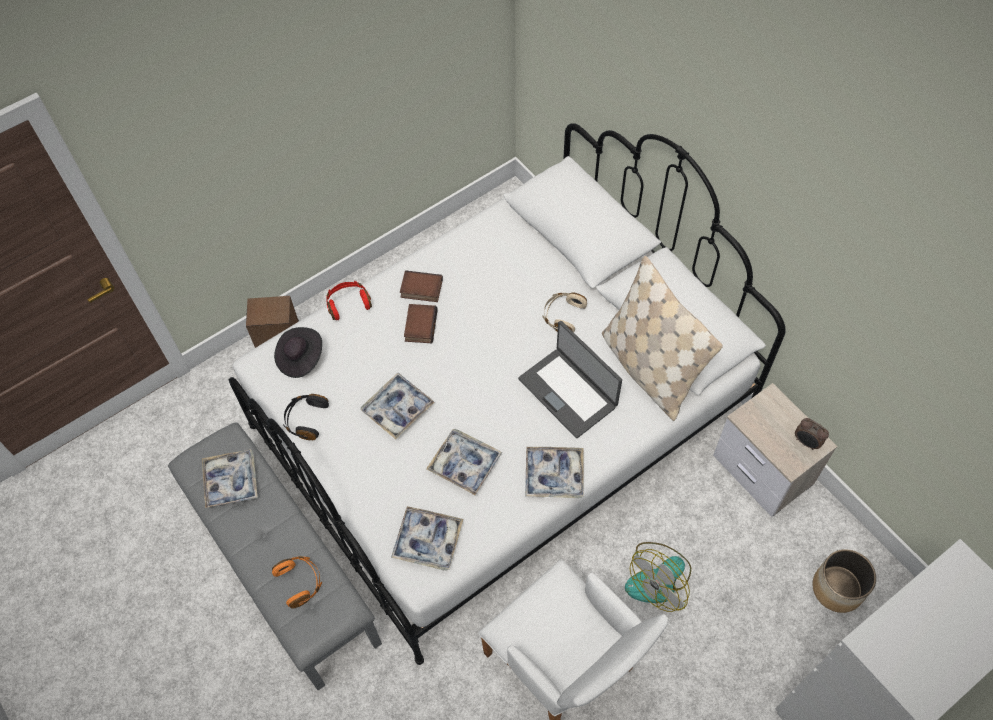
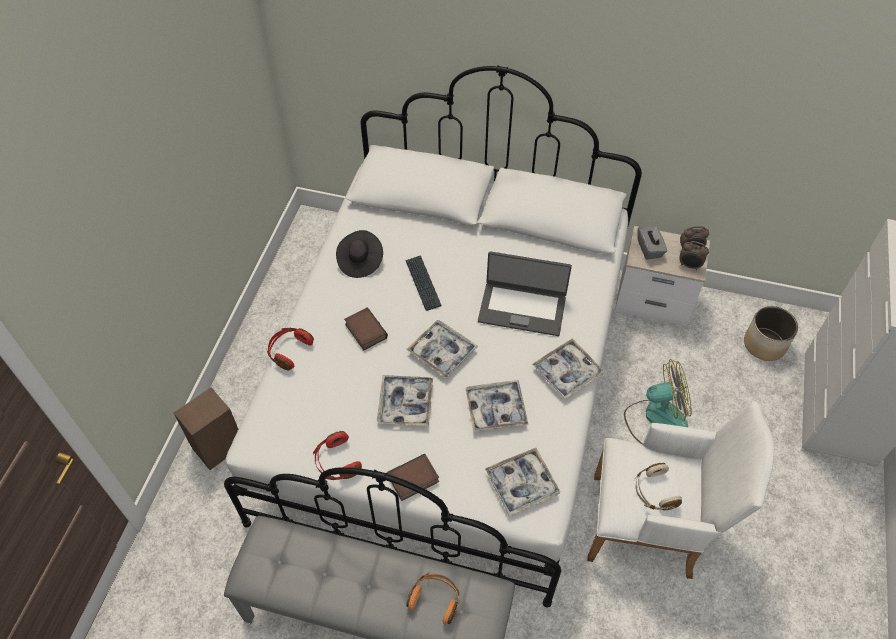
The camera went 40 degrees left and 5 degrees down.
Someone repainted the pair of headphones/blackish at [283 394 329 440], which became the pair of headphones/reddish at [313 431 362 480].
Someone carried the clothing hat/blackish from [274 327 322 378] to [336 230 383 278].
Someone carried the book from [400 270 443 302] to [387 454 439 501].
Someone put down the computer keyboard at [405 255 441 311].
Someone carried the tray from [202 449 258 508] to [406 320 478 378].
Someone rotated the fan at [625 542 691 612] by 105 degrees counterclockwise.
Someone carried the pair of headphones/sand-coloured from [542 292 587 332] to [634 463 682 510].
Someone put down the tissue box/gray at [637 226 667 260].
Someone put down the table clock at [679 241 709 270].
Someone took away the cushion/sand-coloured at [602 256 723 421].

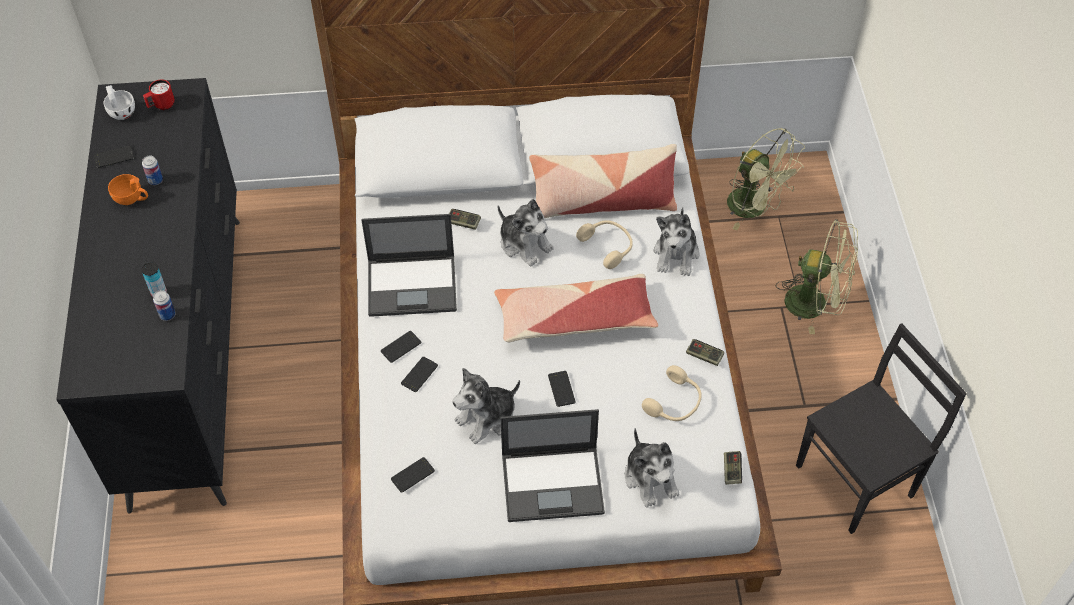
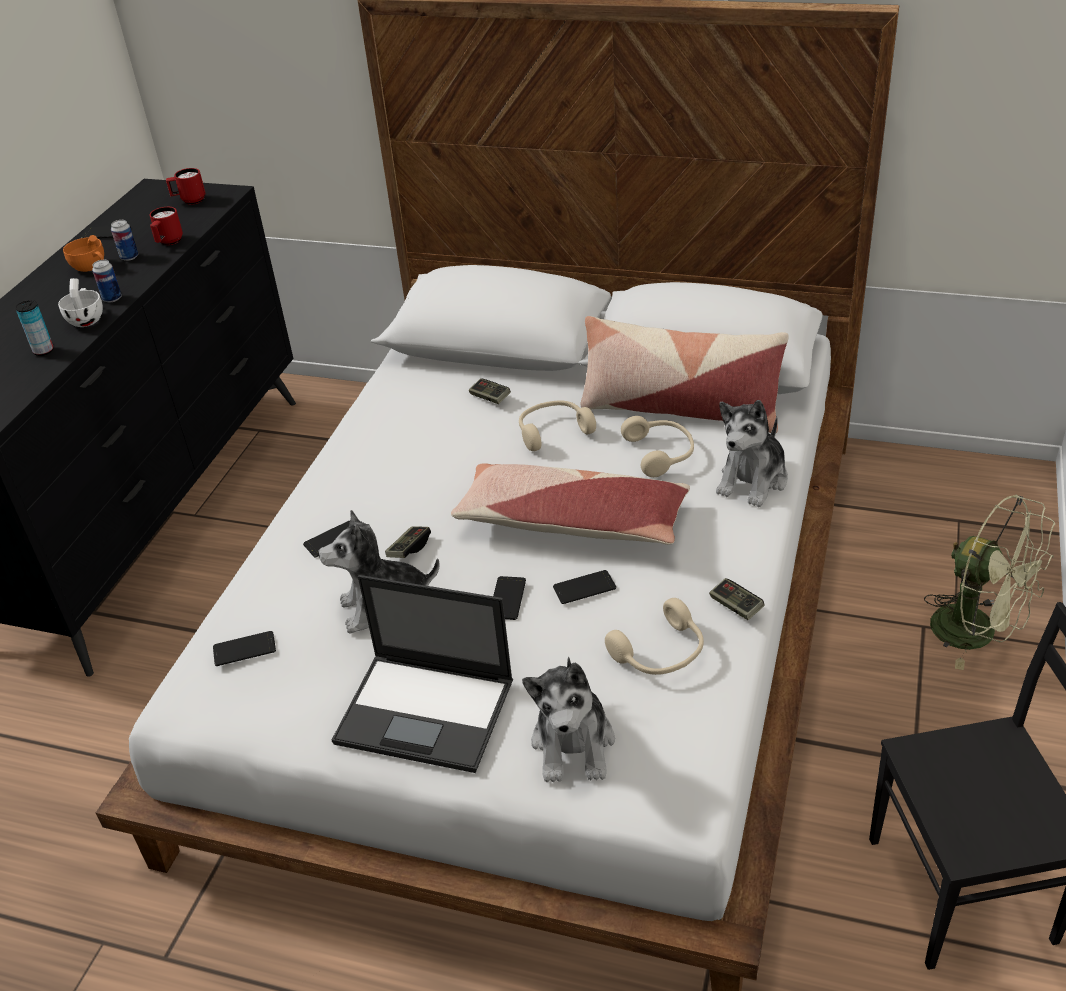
The camera went 25 degrees right and 15 degrees down.
Someone carried the cup/whitish from [104 85 135 120] to [58 278 103 327].
Someone carried the can from [153 290 176 321] to [92 260 122 302].
Someone put down the tea mug/reddish at [149 207 183 245].
Someone carried the gamepad from [724 451 742 485] to [385 526 431 558].
Someone swapped the soft toy at [498 199 554 267] for the pair of headphones/sand-coloured at [519 400 596 451].
Someone carried the handset from [381 331 421 363] to [553 570 616 604].
Someone took away the laptop at [361 214 457 317].
Someone took away the fan/green at [727 128 805 230].

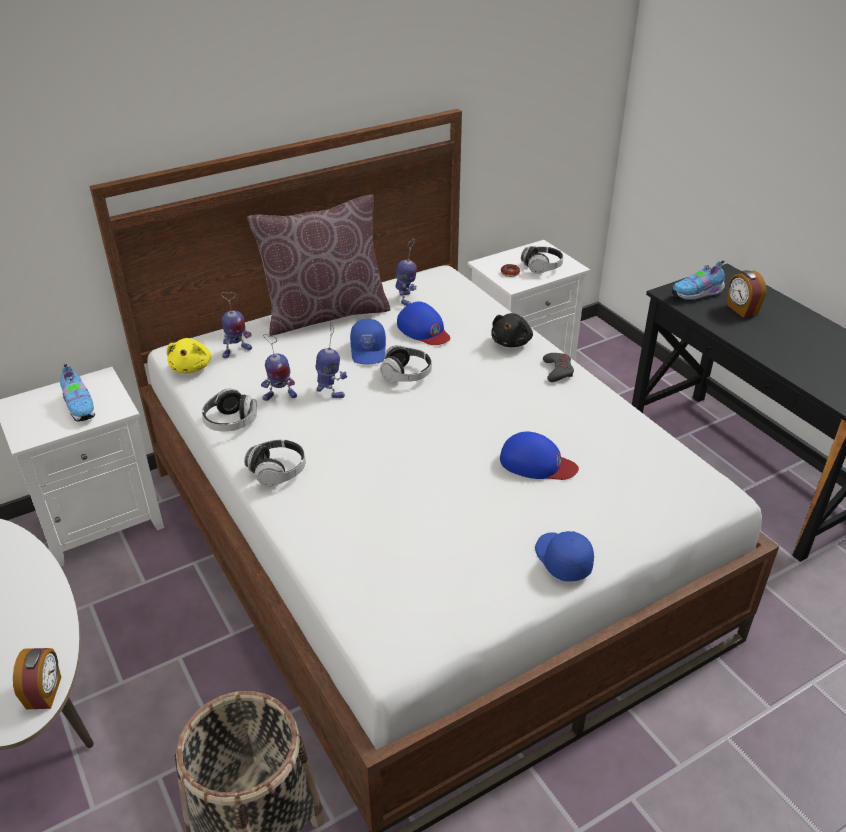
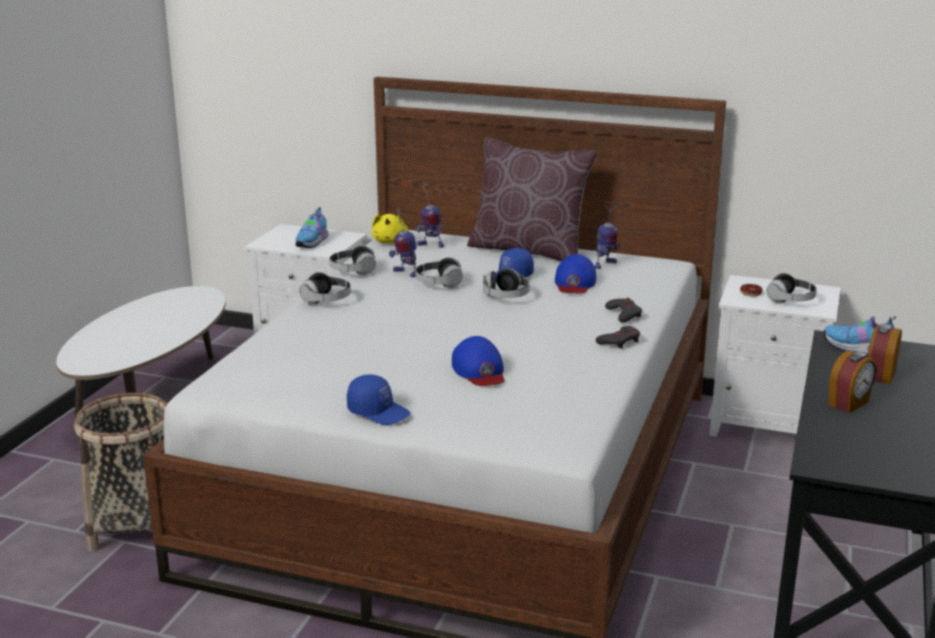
The camera went 50 degrees right and 15 degrees down.
Someone rotated the peaked cap/blue-coloured at [535 531 594 582] by 90 degrees clockwise.
Someone rotated the soft toy/yellow at [166 338 212 374] by 45 degrees counterclockwise.
Someone swapped the model robot at [315 322 347 398] for the pair of headphones at [415 257 463 288].
Someone swapped the soft toy/blackish at [491 313 533 347] for the gamepad/gray at [605 298 642 322].
Someone carried the table clock from [13 648 61 709] to [829 351 876 413].

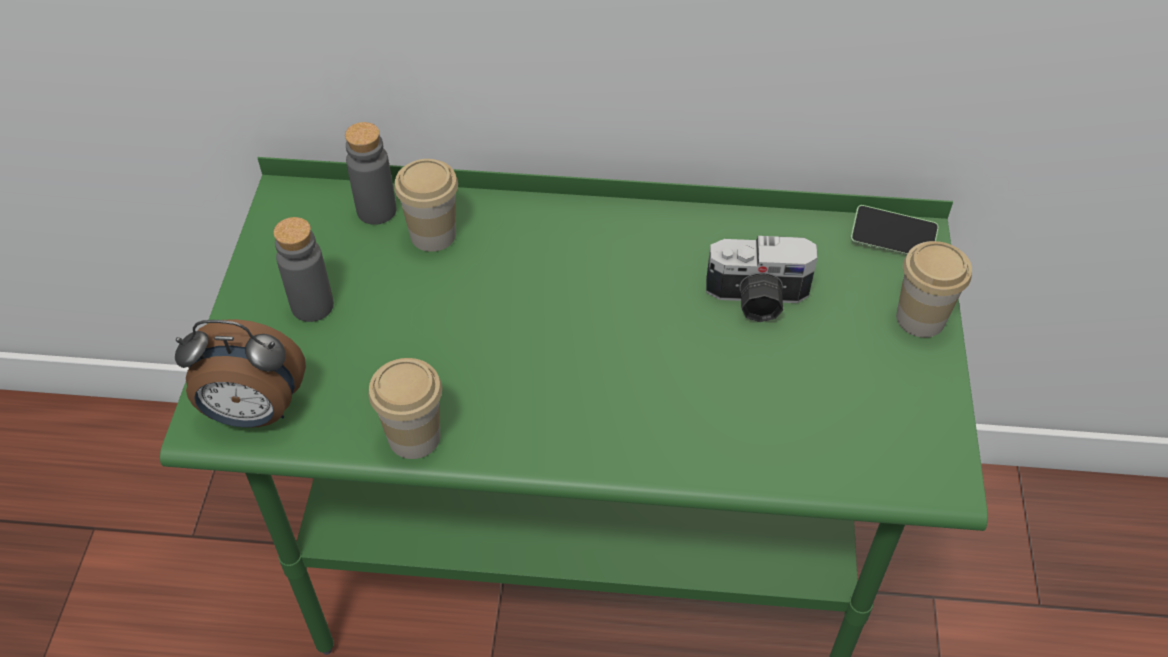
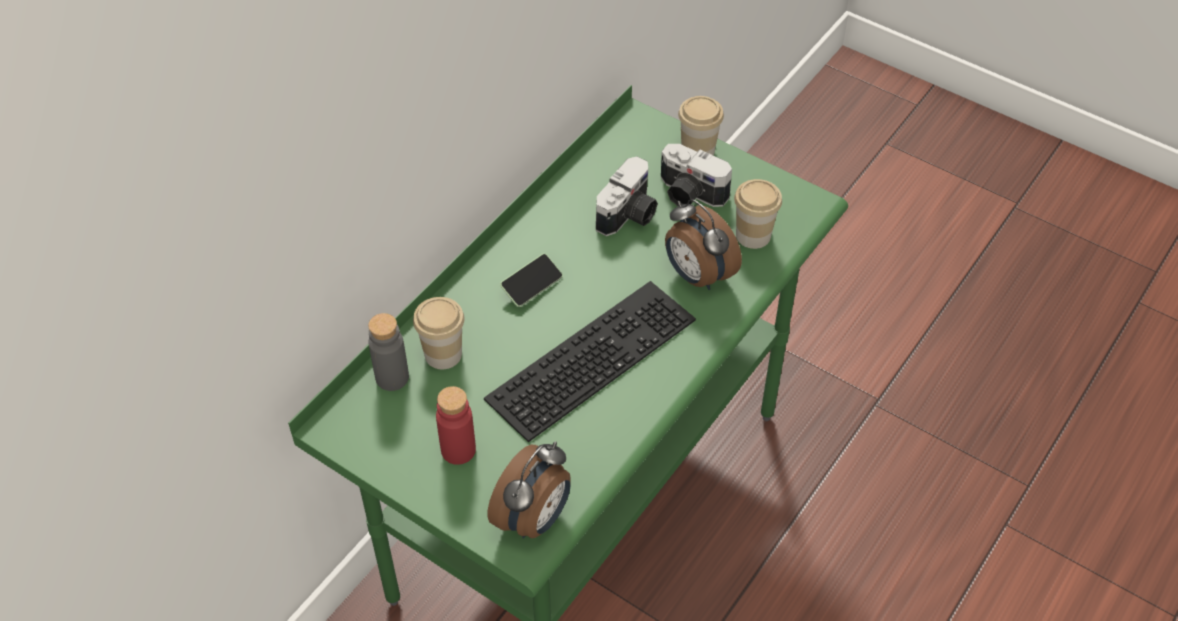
The camera went 60 degrees left and 0 degrees up.
Someone repainted the bottle/gray at [273 217 334 322], which became the bottle/reddish at [436 386 476 465].
Someone put down the computer keyboard at [484 281 696 442].
Someone carried the handset from [851 205 939 255] to [500 254 563 307].
Someone put down the photo camera at [661 144 732 207].
Someone put down the table clock at [665 199 742 290].
Someone carried the cup from [369 358 442 459] to [734 179 782 249].

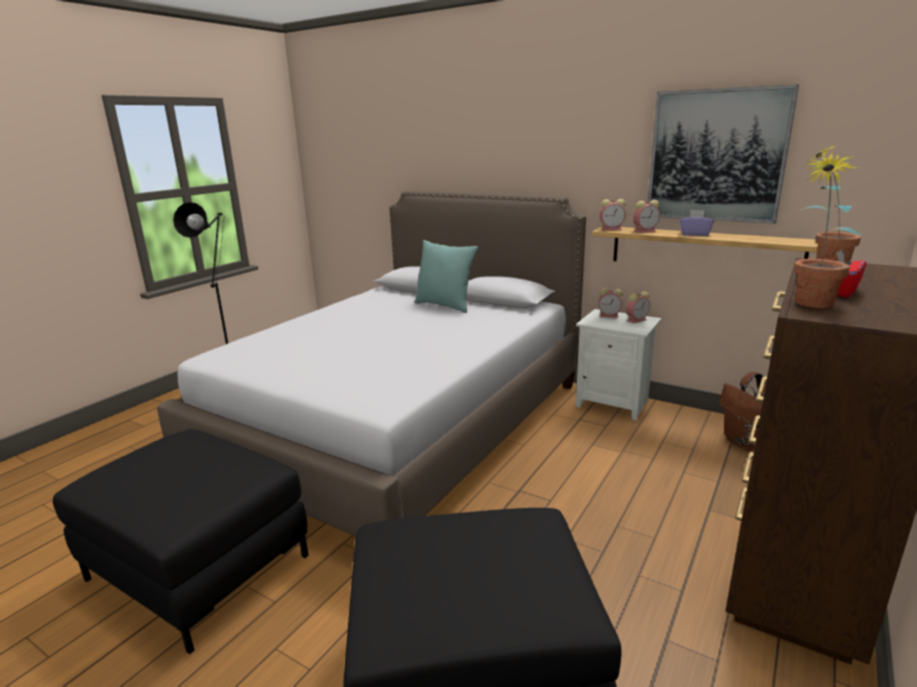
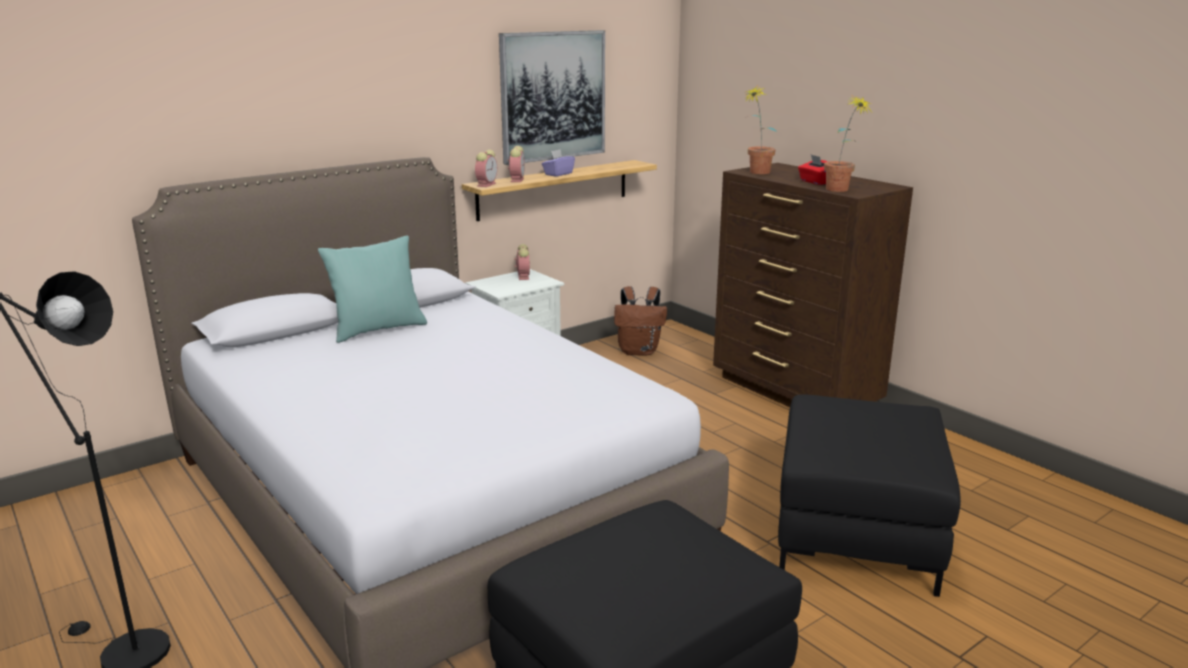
The camera went 70 degrees left and 0 degrees up.
Someone took away the table clock at [598 288 623 318].

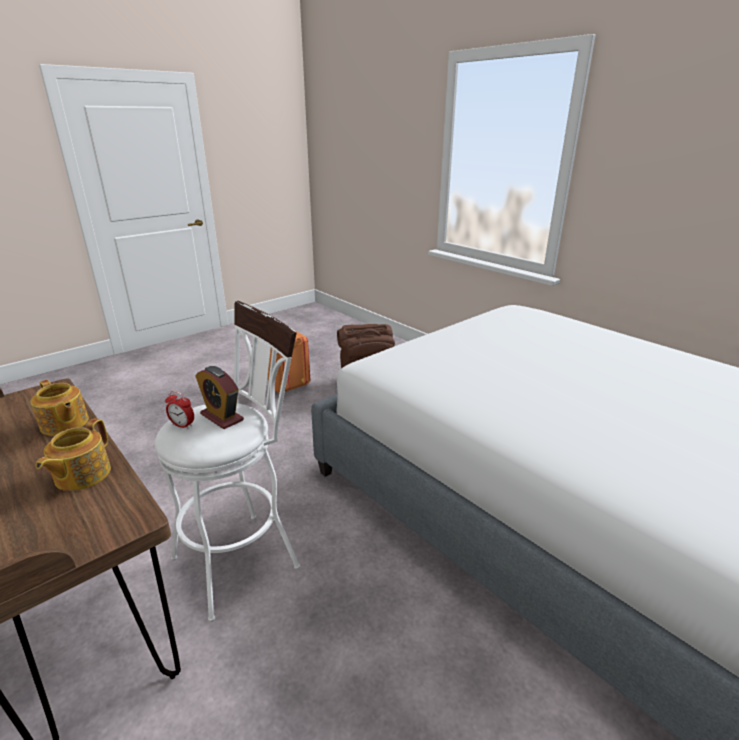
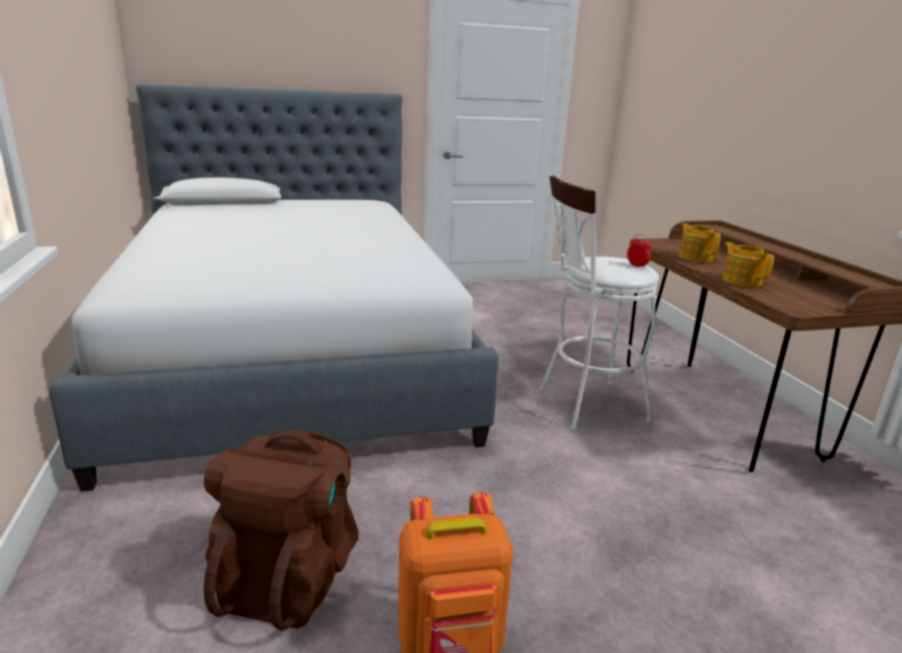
The camera went 155 degrees left and 5 degrees down.
Someone rotated the tea pot at [36 418 111 491] by 60 degrees counterclockwise.
Someone took away the table clock at [195 366 244 429].

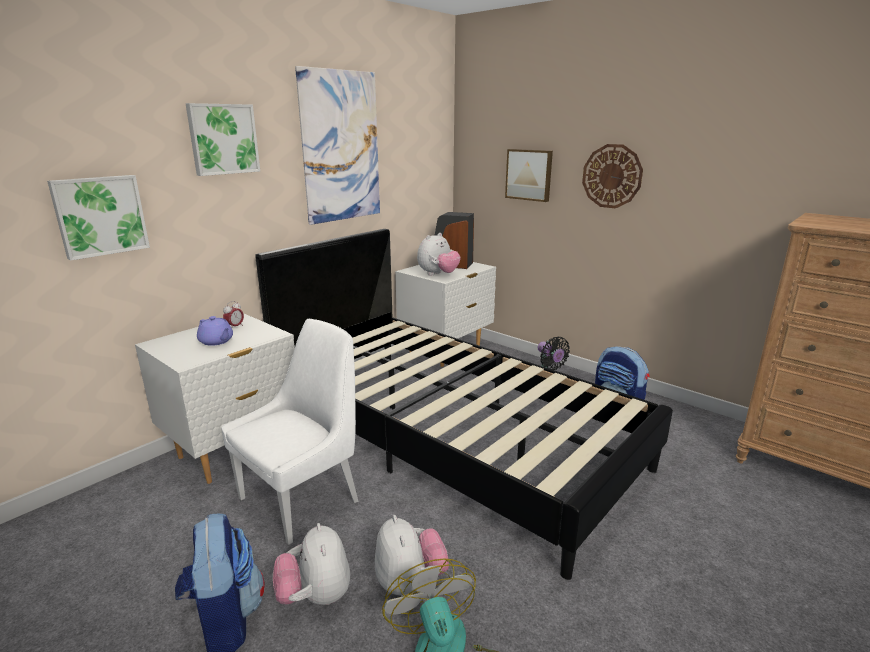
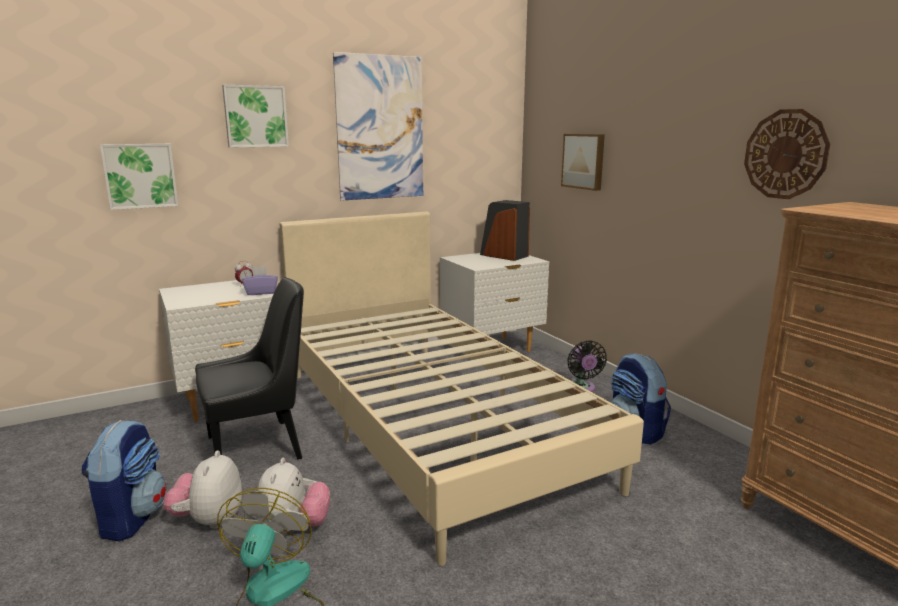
The camera went 20 degrees right and 5 degrees down.
Someone repainted the upright chair/whitish at [221 319 359 545], which became the upright chair/blackish at [195 277 304 460].
Someone put down the tissue box/purple at [242 266 278 295].
Someone repainted the bedroom bed/blackish at [255 229 673 580], which became the bedroom bed/sand-coloured at [280 212 644 565].
Someone carried the hanging clock from [582 144 643 208] to [744 109 830 199].
Someone took away the tea pot/purple at [197 316 233 346].
Someone took away the soft toy at [417 233 461 276].

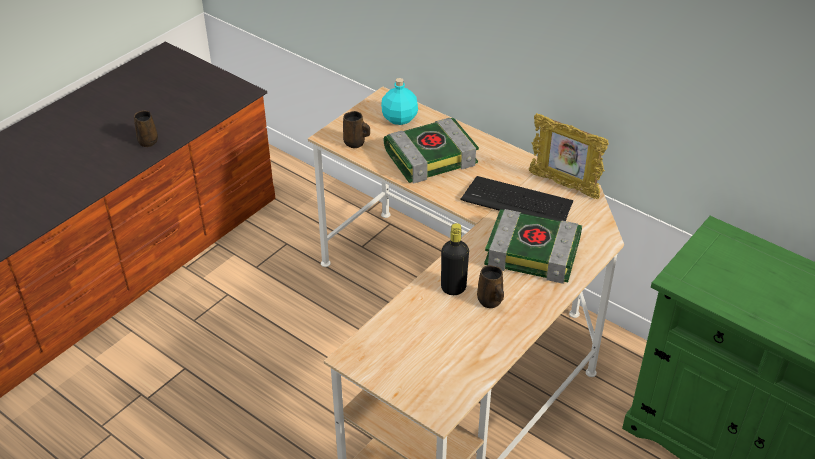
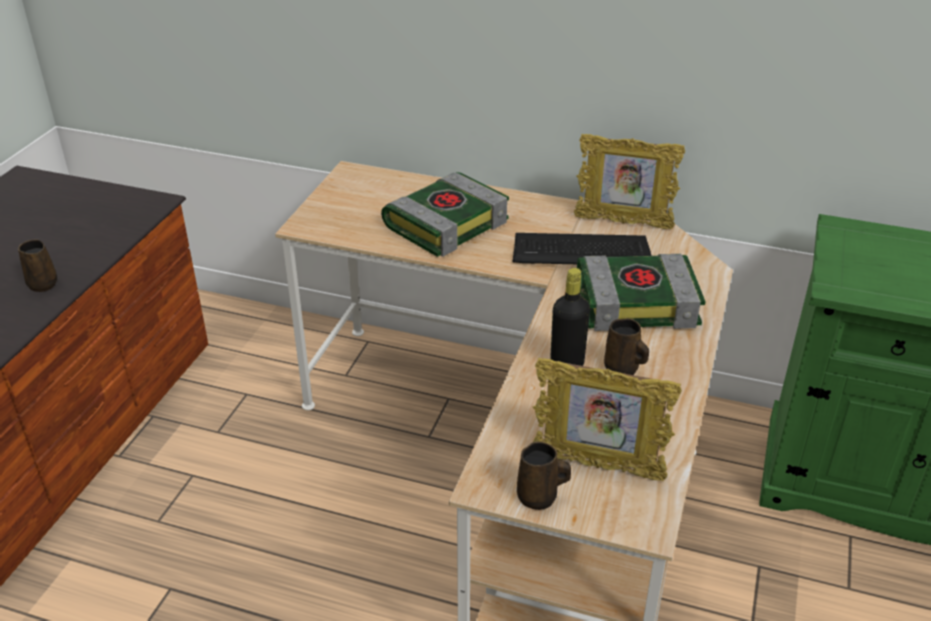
The camera went 20 degrees left and 5 degrees down.
Someone carried the tea mug/brownish from [343 111 370 148] to [517 441 571 510].
Someone put down the photo frame at [532 358 682 481].
Someone took away the bottle/turquoise at [381 78 418 125].

